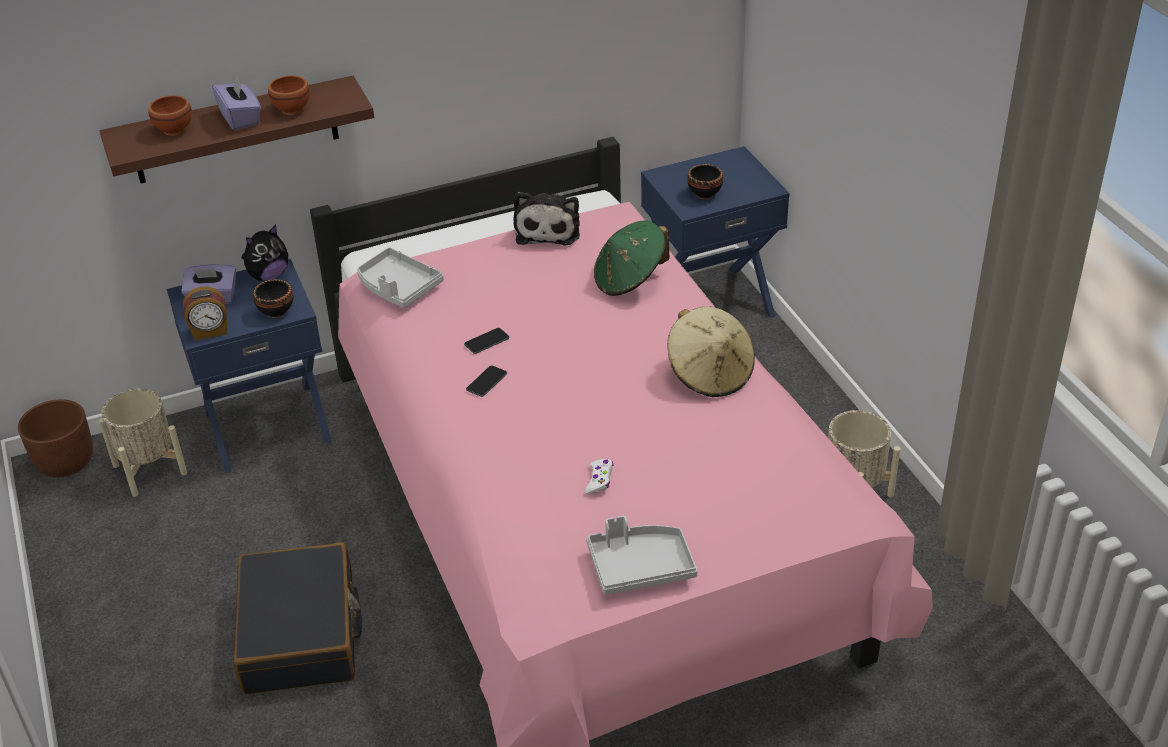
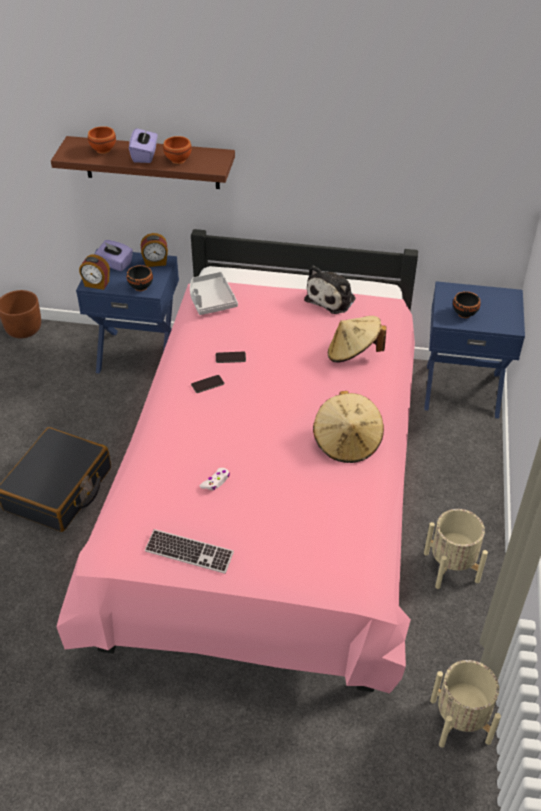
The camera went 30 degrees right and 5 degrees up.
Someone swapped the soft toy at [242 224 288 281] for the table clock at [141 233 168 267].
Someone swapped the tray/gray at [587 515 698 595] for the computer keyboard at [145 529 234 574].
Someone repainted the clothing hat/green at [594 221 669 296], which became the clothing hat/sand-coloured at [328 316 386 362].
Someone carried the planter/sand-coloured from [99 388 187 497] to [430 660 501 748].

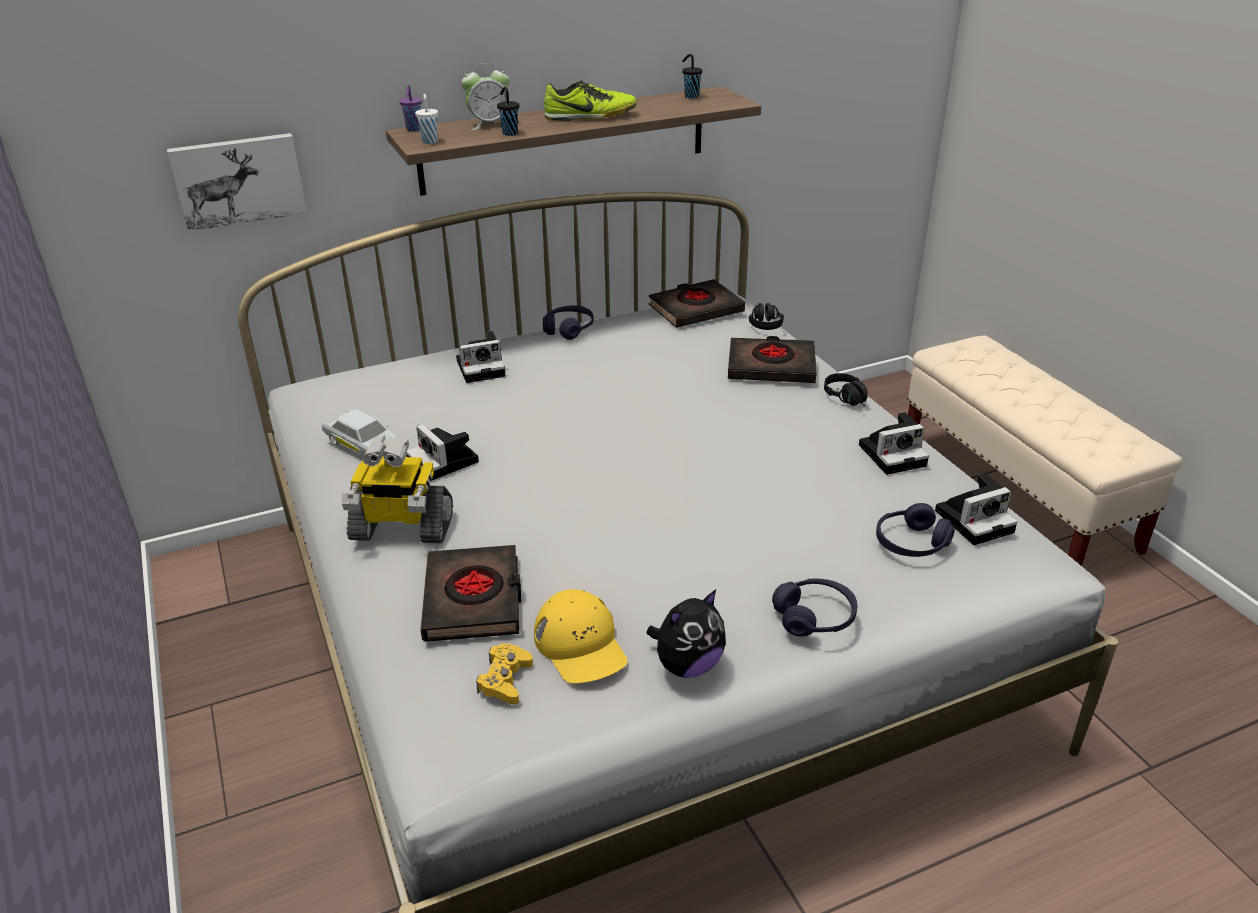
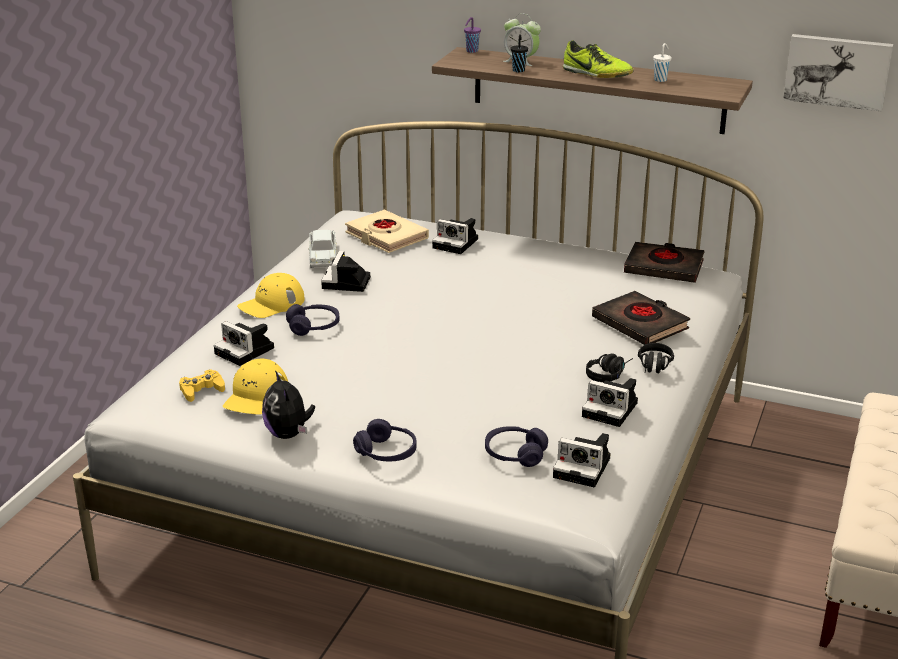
The camera went 45 degrees right and 5 degrees down.
Someone swapped the book/blackish at [420 545 521 642] for the photo camera at [214 321 274 366].
Someone swapped the model robot at [341 435 453 543] for the peaked cap/yellow at [237 273 305 318].
Someone rotated the soft toy at [647 589 726 678] by 60 degrees clockwise.
Someone carried the pair of headphones/purple from [543 305 594 340] to [286 304 340 336].
Someone put down the book/sand-coloured at [345 210 429 253].
Someone carried the pair of headphones/blackish from [749 303 784 330] to [586 353 633 382].
Someone carried the cup/whitish from [415 94 438 144] to [653 43 672 82].
Someone carried the picture from [167 133 307 231] to [783 34 893 112].
Someone took away the cup/blackish at [682 54 703 99].

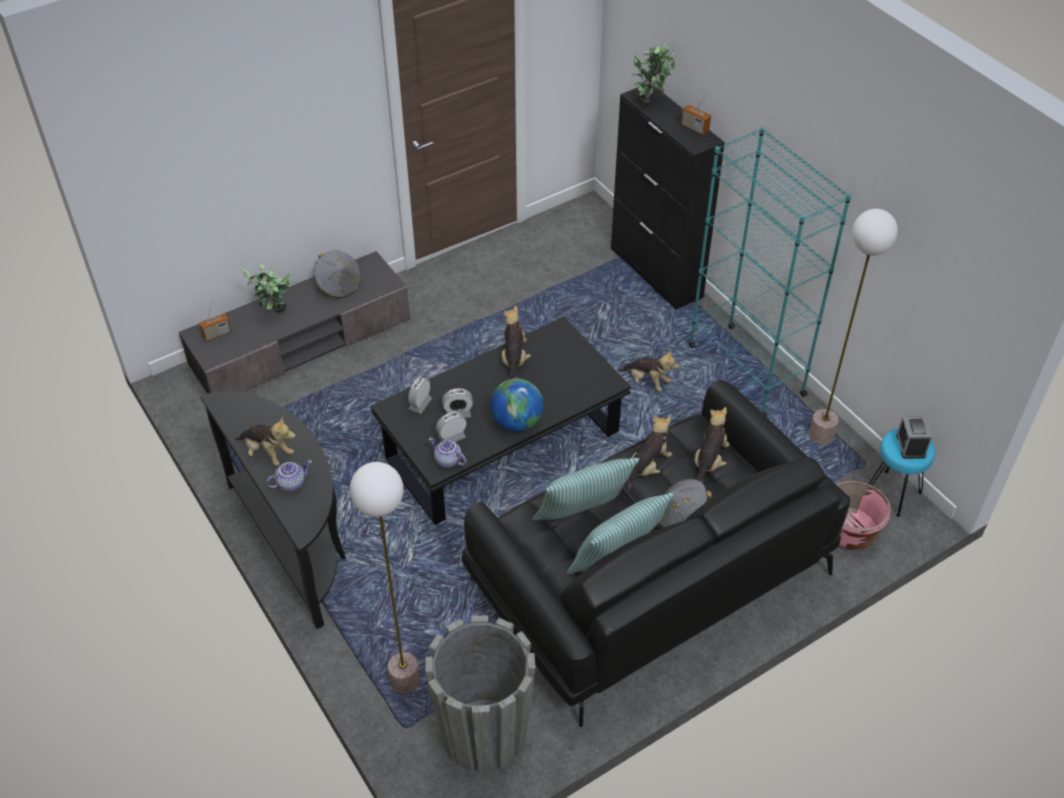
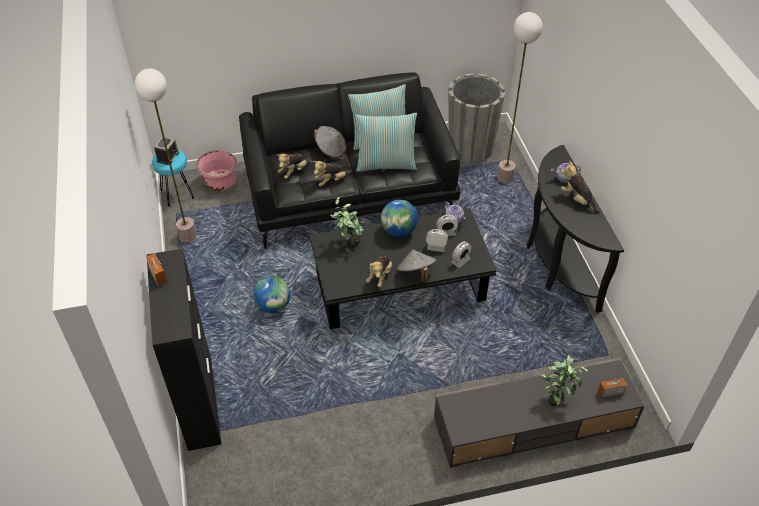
The camera went 160 degrees left and 0 degrees up.
Someone swapped the soft toy at [618 350 679 391] for the world globe at [253 276 290 313].
Someone carried the potted plant from [632 43 676 106] to [330 197 364 246].
Someone carried the clothing hat/gray from [314 251 361 298] to [396 249 436 282].
Someone took away the bookcase/turquoise at [689 127 851 417].

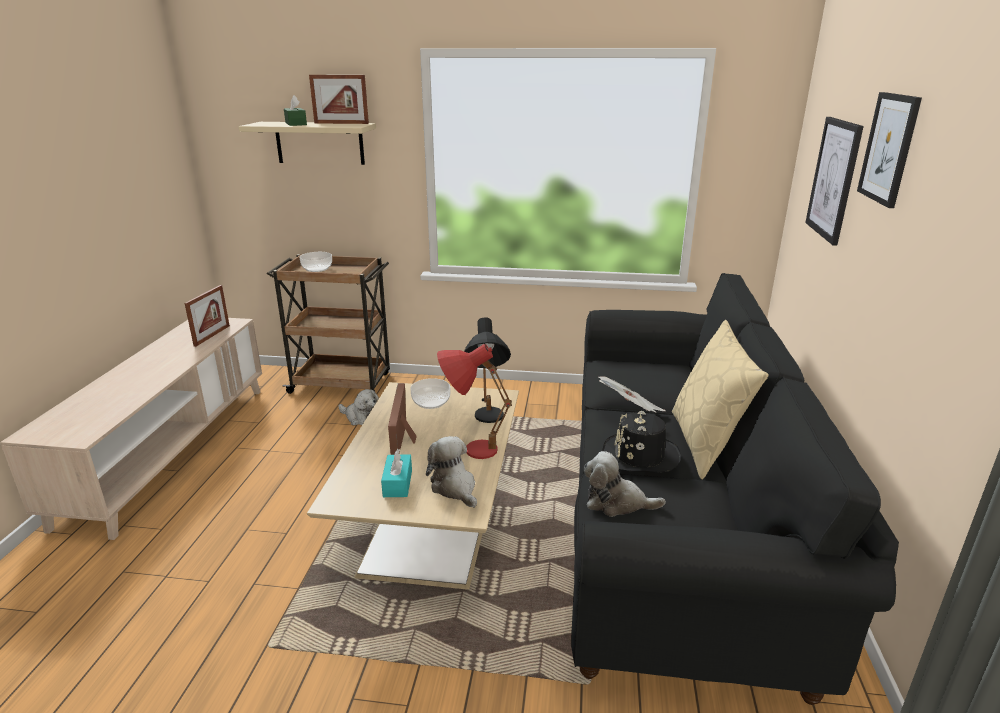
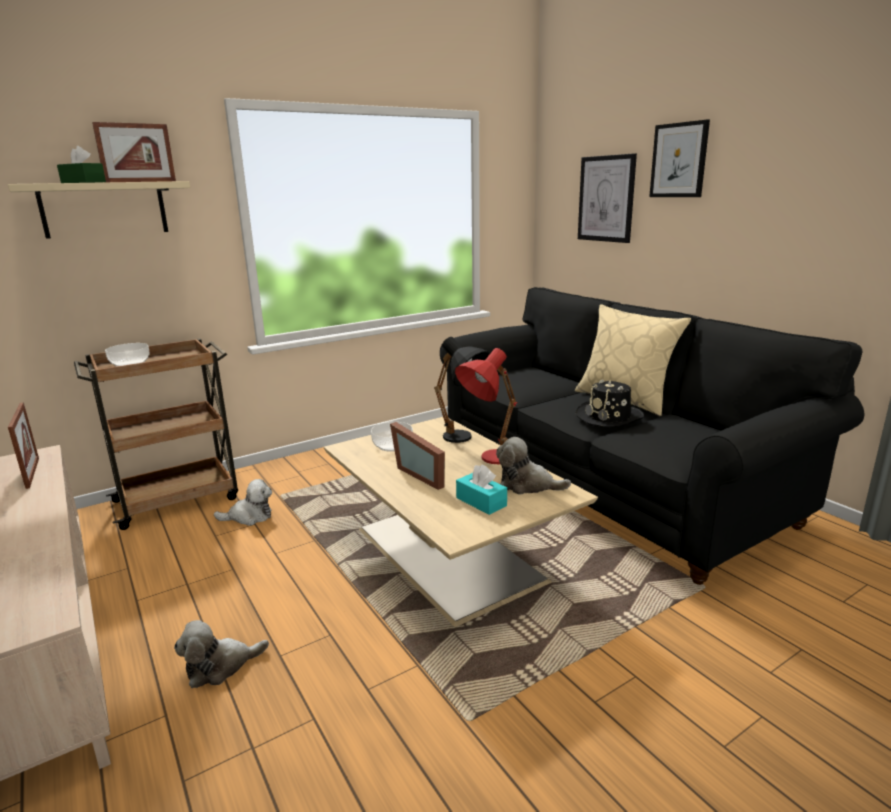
The camera went 40 degrees left and 5 degrees down.
Someone carried the soft toy from [584 451 666 517] to [174 620 269 688].
Someone took away the daily paper at [598 376 665 413].

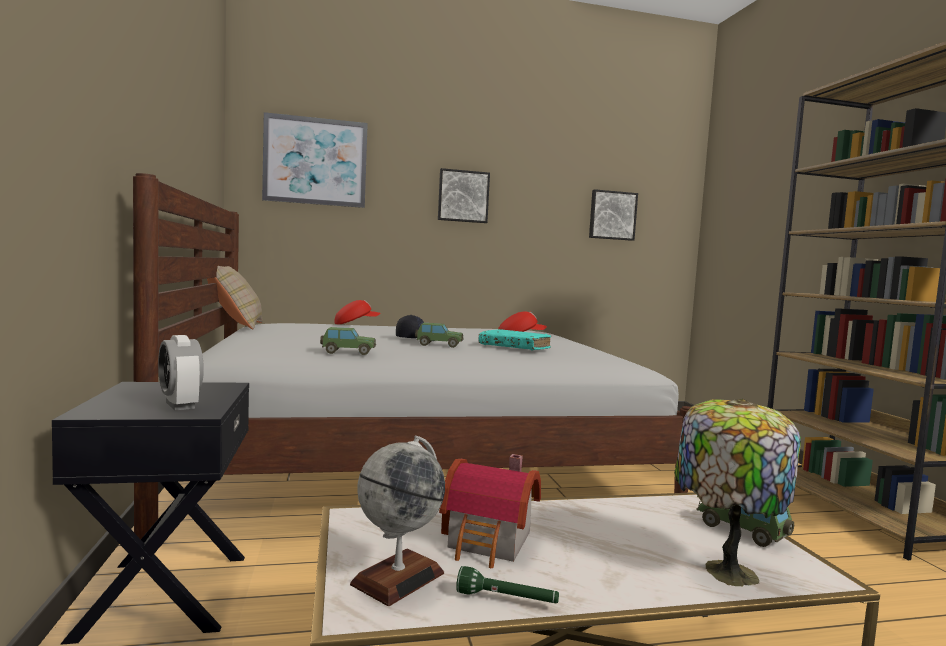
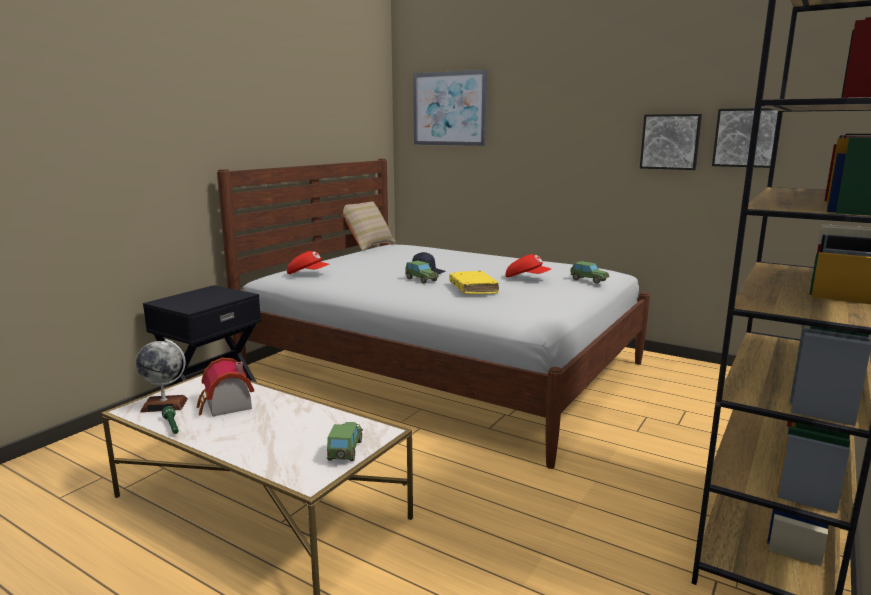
The camera went 45 degrees right and 10 degrees up.
Someone carried the peaked cap/reddish from [334 300 380 325] to [287 251 329 274].
Someone repainted the book/turquoise at [479 329 551 350], which became the book/yellow at [449 271 499 294].
Someone carried the miniature car from [320 327 376 355] to [570 261 610 284].
Someone carried the picture from [438 168 490 223] to [640 114 702 170].
Someone took away the table clock at [158 335 204 411].
Someone took away the table lamp at [674 399 801 587].

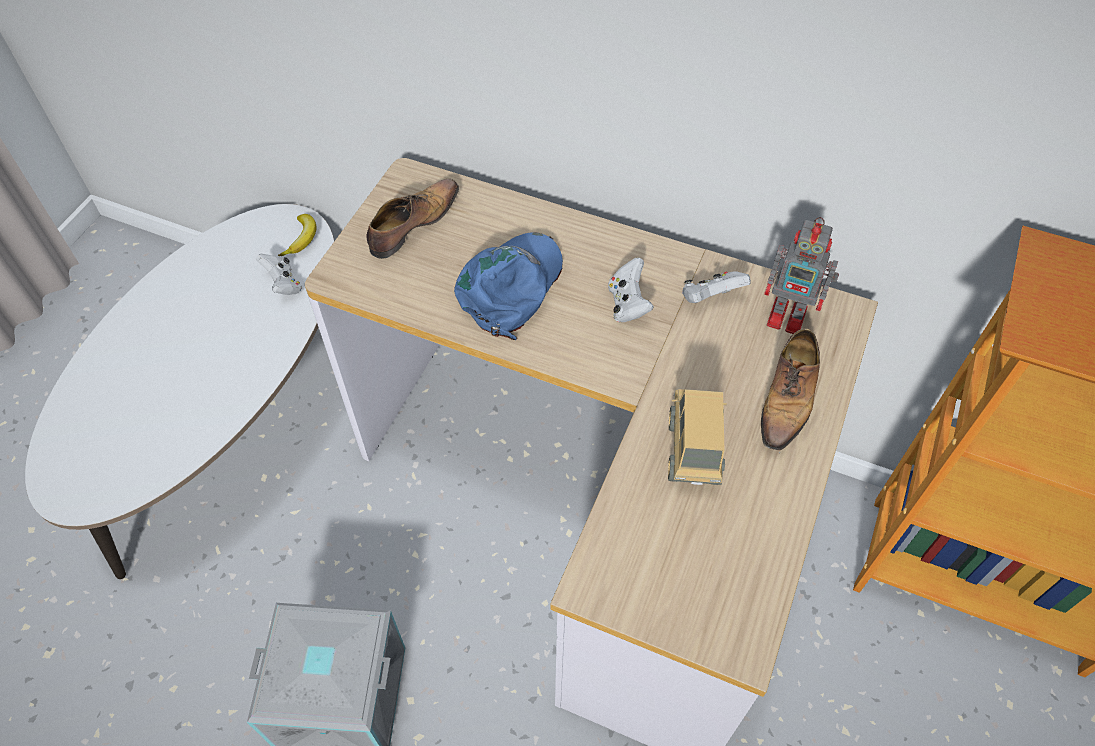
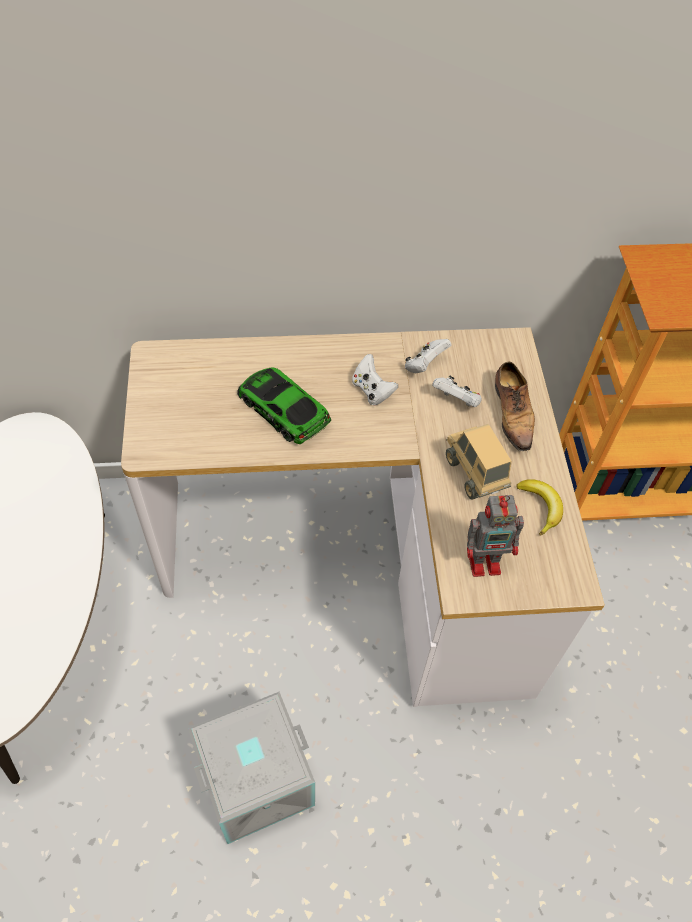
The camera went 30 degrees left and 0 degrees up.
Someone swapped the peaked cap/blue-coloured at [454 232 563 340] for the miniature car at [237 368 331 444].
Someone carried the gamepad/whitish from [256 254 302 295] to [432 376 482 407].
Someone carried the model robot from [764 217 839 334] to [467 495 524 577].
Someone carried the banana fruit from [278 214 317 256] to [516 479 563 536].
Someone took away the shoe at [366 179 459 259].

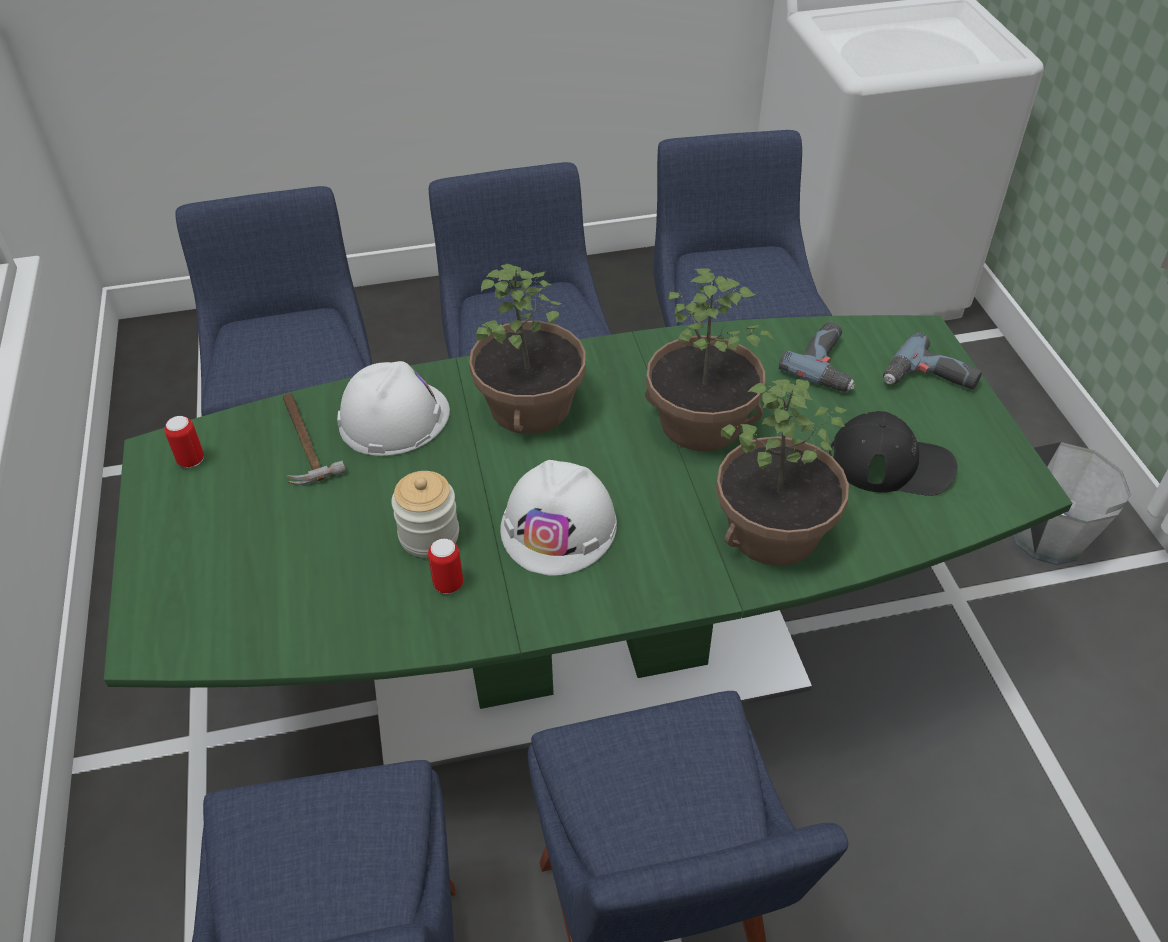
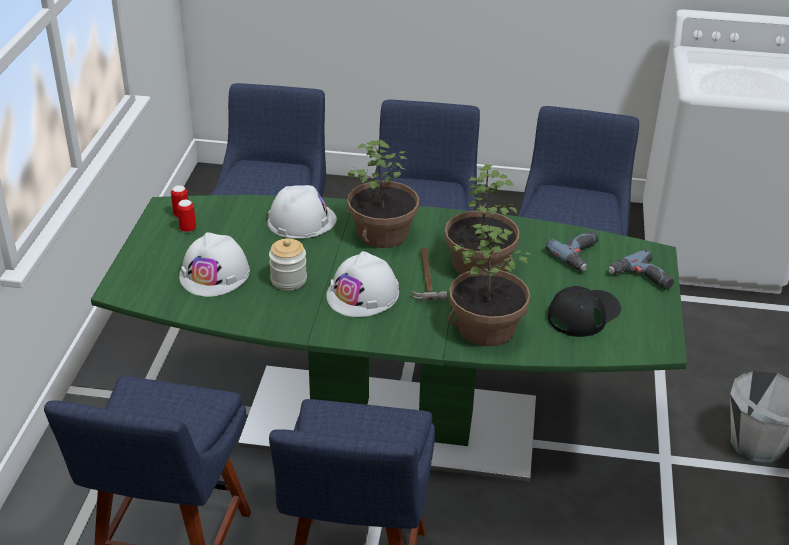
The camera went 20 degrees right and 10 degrees down.
Someone carried the can from [428 538 463 594] to [177 200 196 232].
Someone put down the safety helmet/whitish at [179 232 250 297].
Someone carried the hammer from [283 393 346 485] to [411 248 447 300].
Someone rotated the peaked cap/blackish at [829 411 958 496] by 75 degrees counterclockwise.

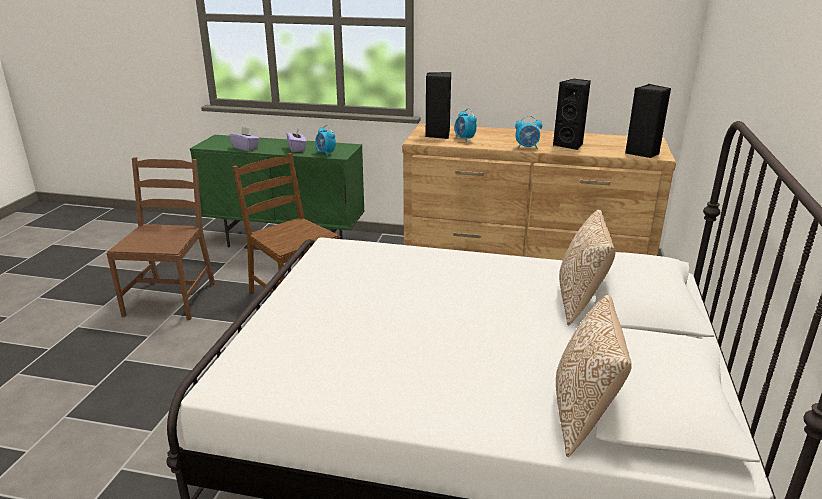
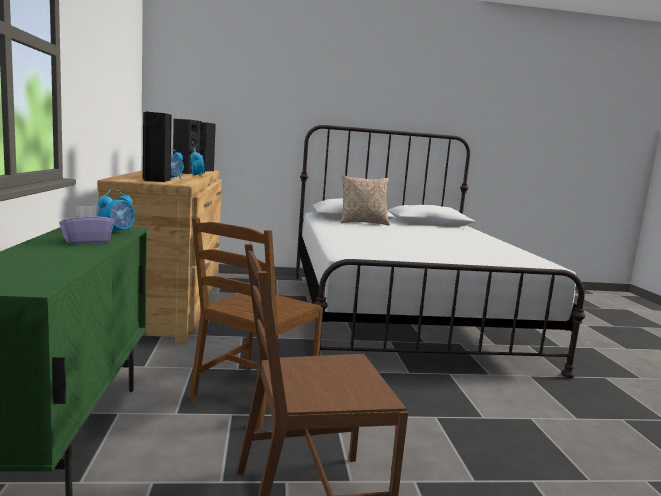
The camera went 110 degrees left and 15 degrees down.
Someone took away the tissue box/purple at [229 127 260 151].
Someone took away the cushion at [556 295 632 457].

